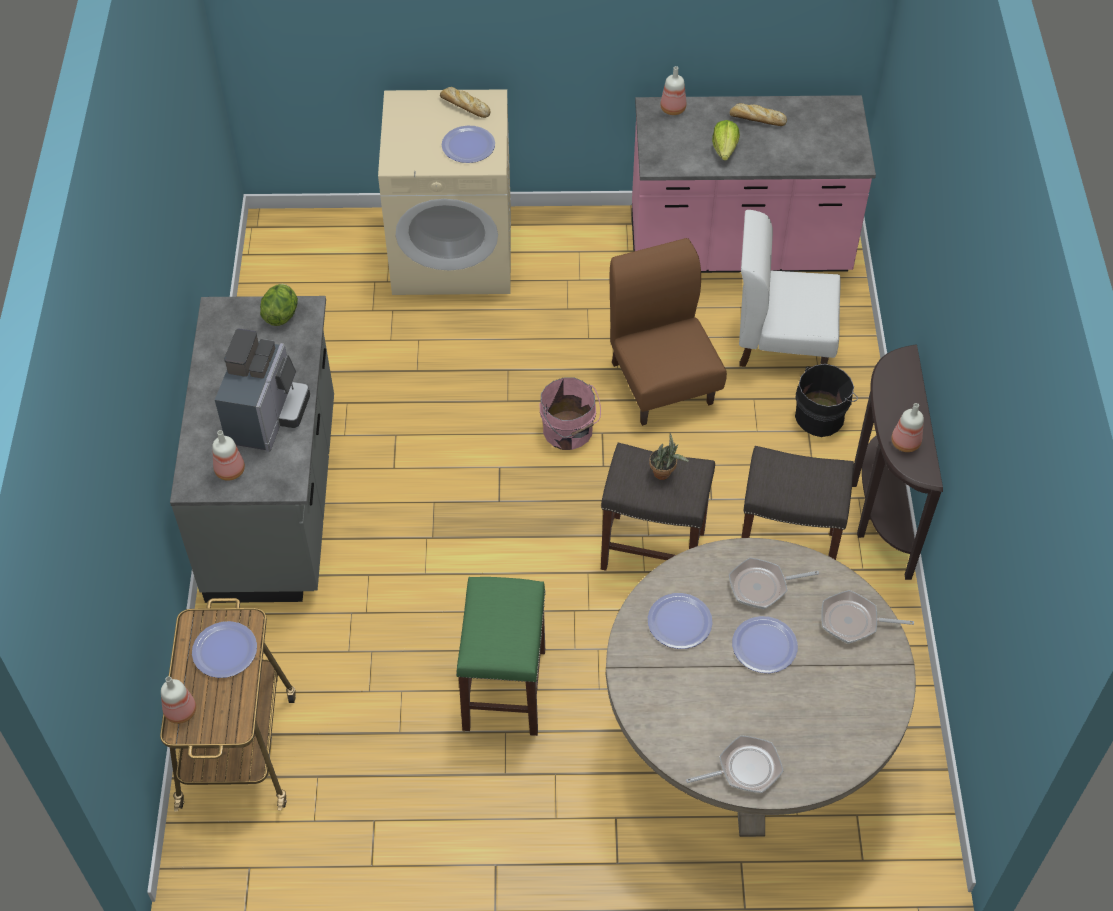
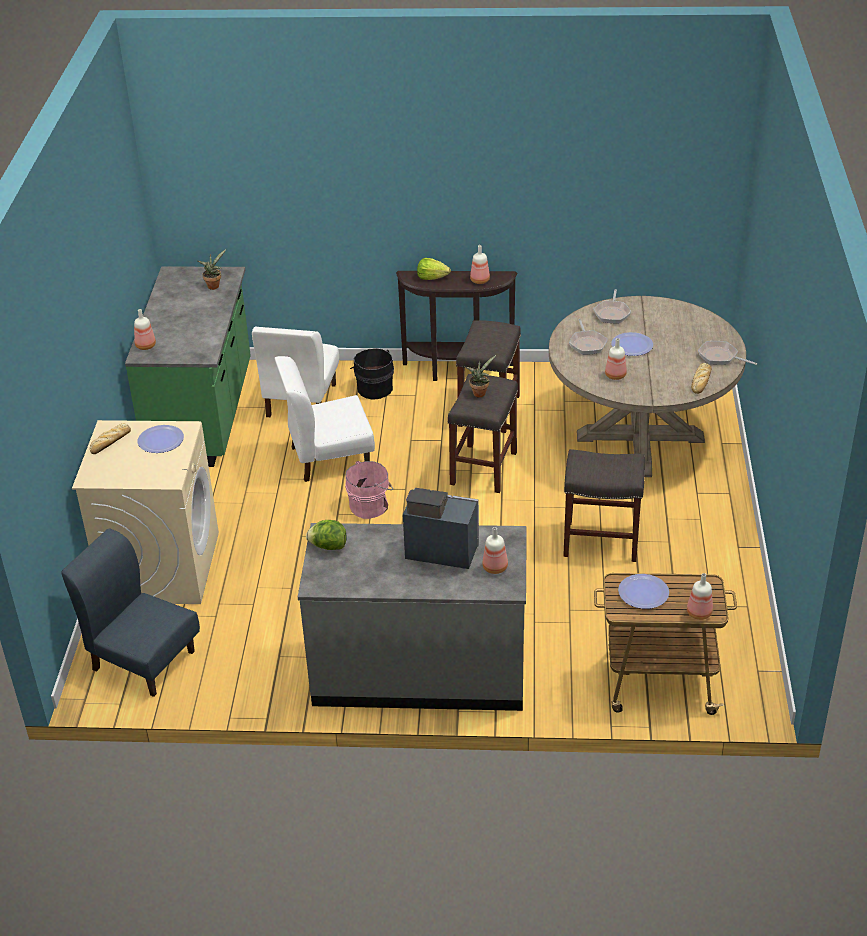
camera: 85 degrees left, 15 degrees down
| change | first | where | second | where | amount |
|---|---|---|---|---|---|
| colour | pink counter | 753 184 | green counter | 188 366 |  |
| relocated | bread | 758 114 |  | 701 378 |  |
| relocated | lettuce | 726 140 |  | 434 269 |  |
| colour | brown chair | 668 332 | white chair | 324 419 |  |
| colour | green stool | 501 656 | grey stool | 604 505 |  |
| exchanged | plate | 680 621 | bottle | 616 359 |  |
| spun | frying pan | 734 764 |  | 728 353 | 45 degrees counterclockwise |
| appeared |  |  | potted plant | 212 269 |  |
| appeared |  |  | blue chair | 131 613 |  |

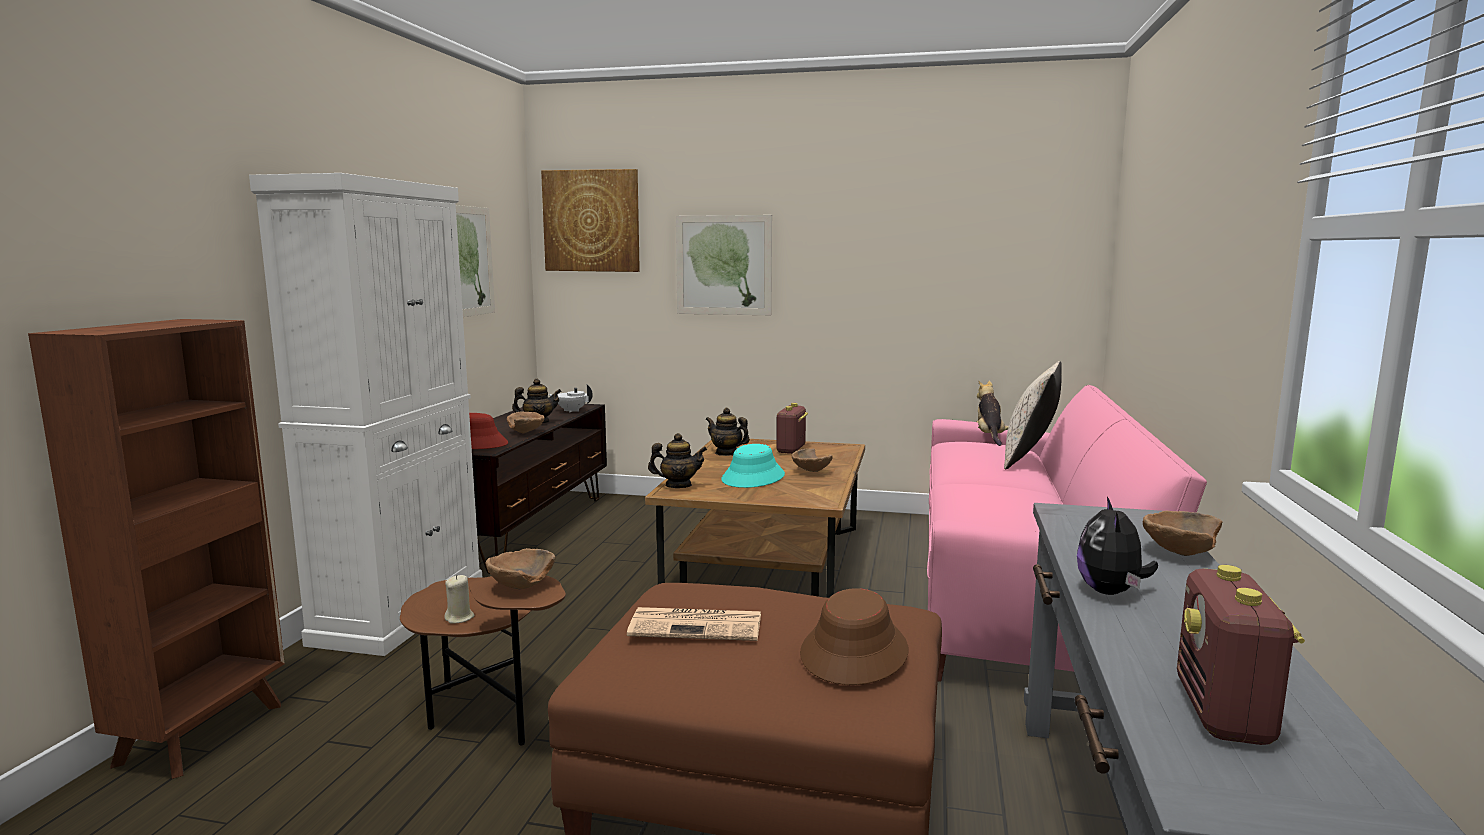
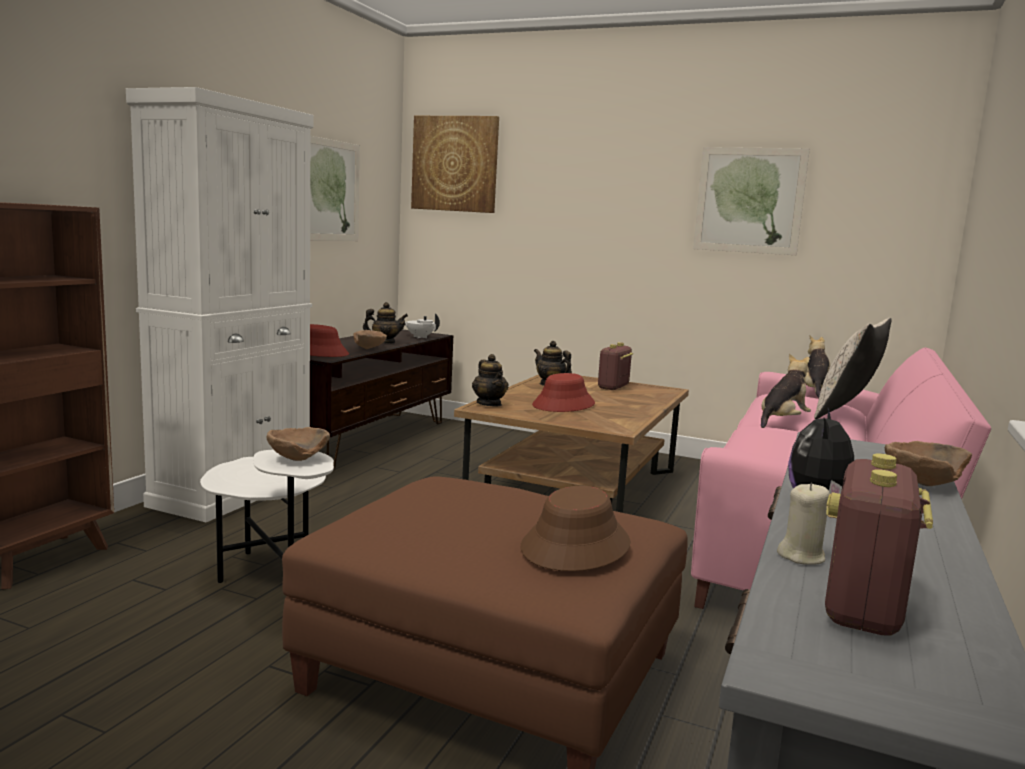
camera: 10 degrees right, 0 degrees up
| change | first | where | second | where | amount |
|---|---|---|---|---|---|
| relocated | picture | 724 265 |  | 751 201 |  |
| spun | teapot | 677 460 |  | 490 380 | 60 degrees clockwise |
| colour | turquoise hat | 753 466 | red hat | 563 392 |  |
| missing | brown bowl | 812 460 |  |  |  |
| colour | brown side table | 483 660 | white side table | 267 516 |  |
| relocated | beige candle | 459 599 |  | 803 524 |  |
| missing | newspaper | 694 624 |  |  |  |
| appeared |  |  | plush toy | 786 391 |  |

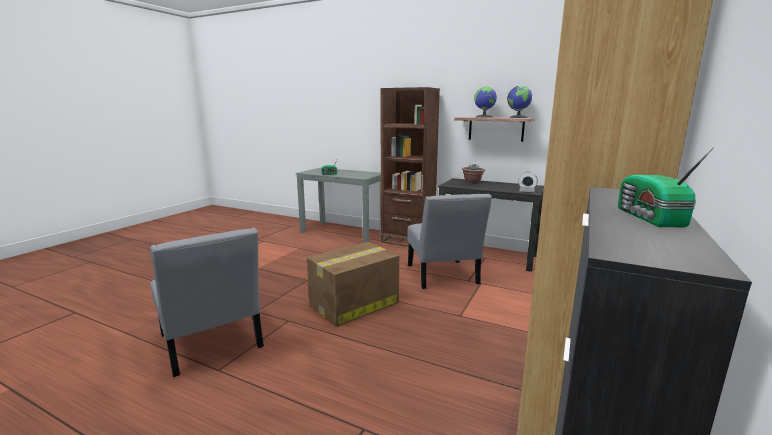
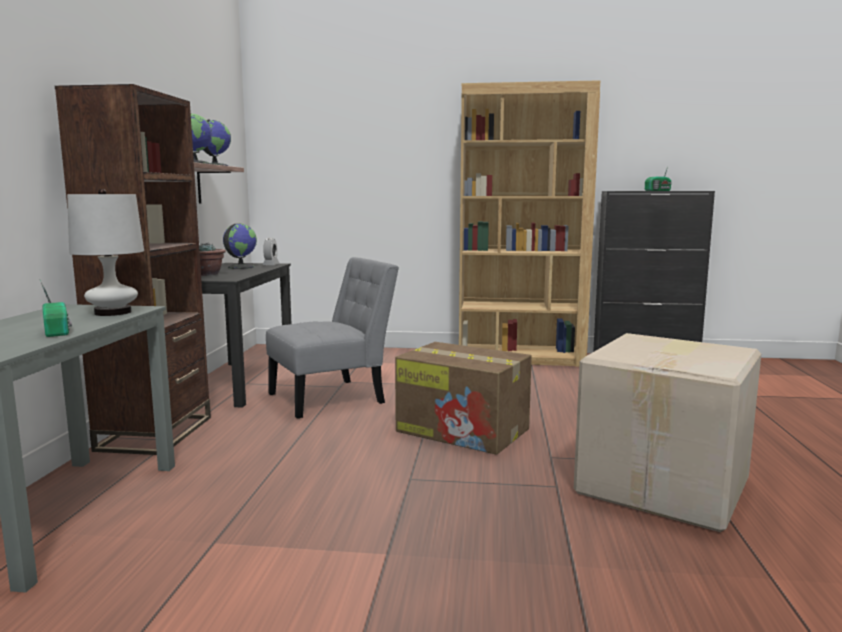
camera: 110 degrees left, 5 degrees down
| change | first | where | second | where | amount |
|---|---|---|---|---|---|
| exchanged | grey chair | 207 302 | cardboard box | 667 432 |  |
| appeared |  |  | white table lamp | 105 252 |  |
| appeared |  |  | globe | 240 246 |  |

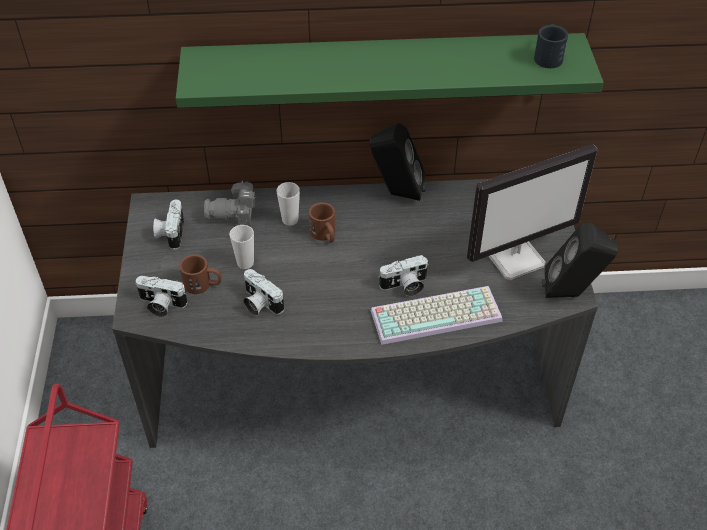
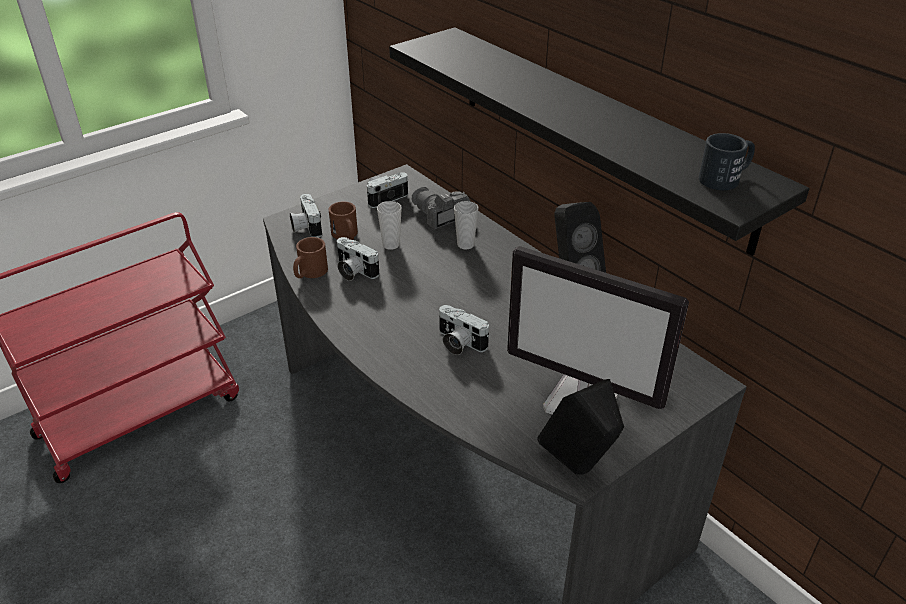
camera: 55 degrees right, 10 degrees down
| change | first | where | second | where | amount |
|---|---|---|---|---|---|
| colour | green shelf | 390 70 | black shelf | 599 141 |  |
| relocated | brown mug | 322 222 |  | 310 257 |  |
| spun | photo camera | 263 292 |  | 358 259 | 60 degrees counterclockwise |
| missing | keyboard | 437 315 |  |  |  |

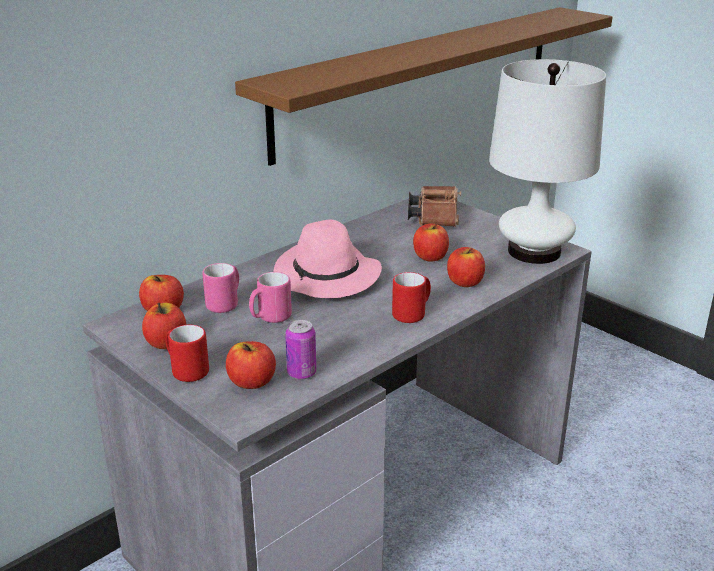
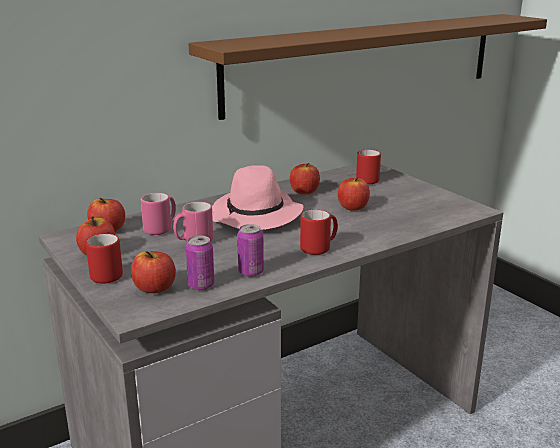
camera: 10 degrees right, 5 degrees down
| change | first | where | second | where | amount |
|---|---|---|---|---|---|
| missing | white table lamp | 547 161 |  |  |  |
| exchanged | brown binoculars | 434 206 | red mug | 368 167 |  |
| relocated | apple | 466 267 |  | 305 179 |  |
| appeared |  |  | can | 250 250 |  |

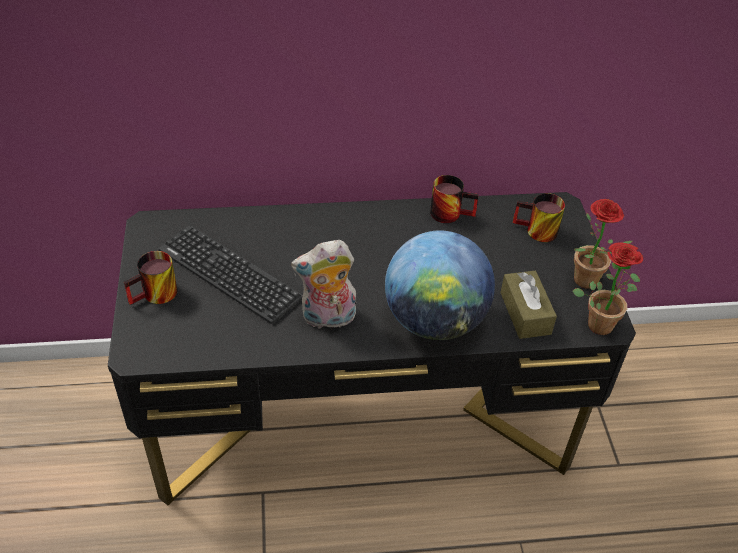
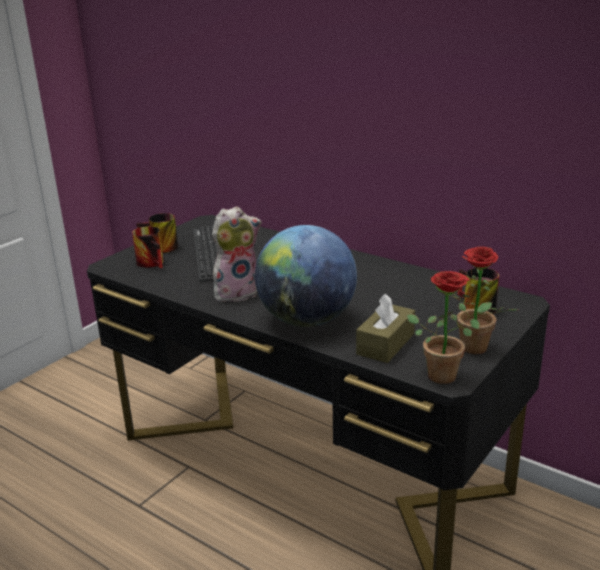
camera: 45 degrees right, 20 degrees down
| change | first | where | second | where | amount |
|---|---|---|---|---|---|
| relocated | mug | 454 199 |  | 147 247 |  |
| spun | plush toy | 323 284 |  | 237 254 | 120 degrees clockwise |

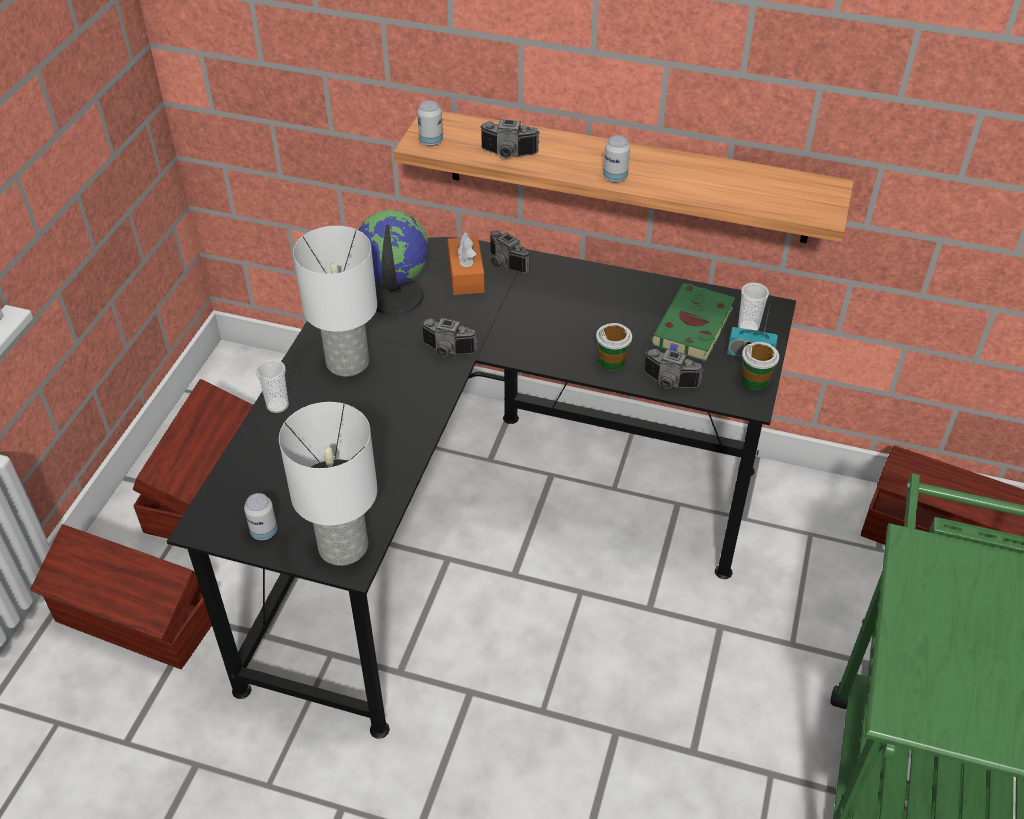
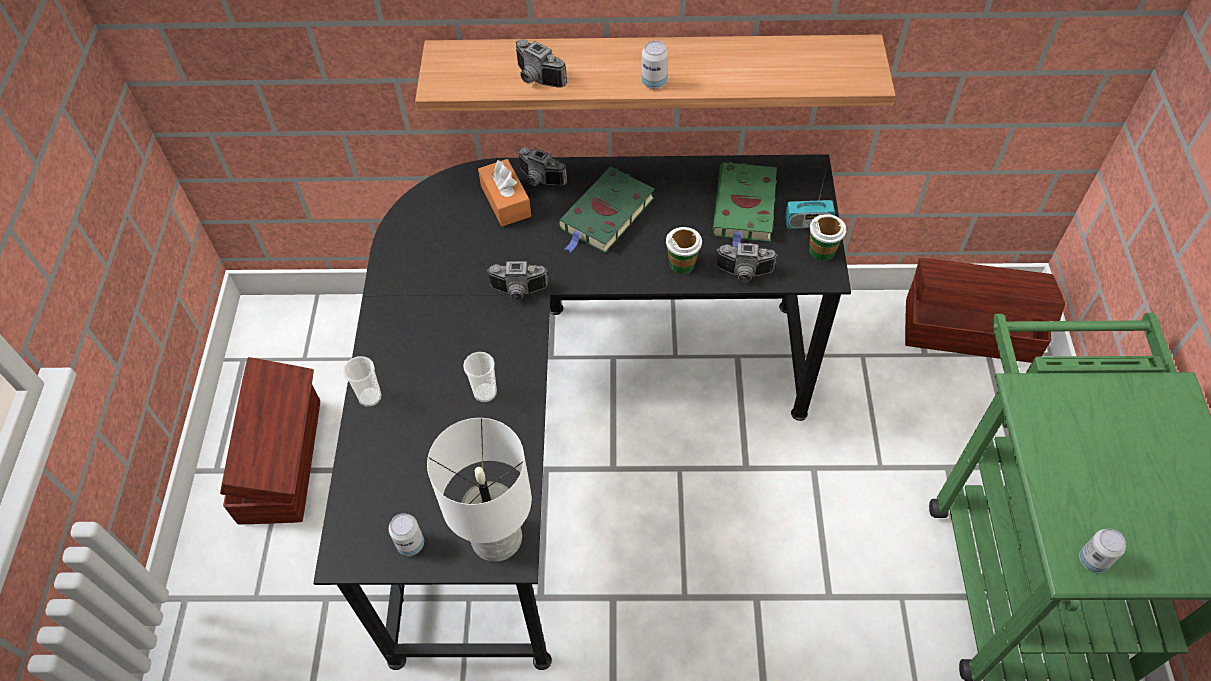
camera: 15 degrees left, 10 degrees up
| change | first | where | second | where | amount |
|---|---|---|---|---|---|
| relocated | can | 430 123 |  | 1102 551 |  |
| spun | photo camera | 510 138 |  | 541 63 | 45 degrees clockwise |
| missing | globe | 393 262 |  |  |  |
| missing | white table lamp | 335 301 |  |  |  |
| relocated | cup | 753 307 |  | 480 377 |  |
| missing | brown storage box | 121 596 |  |  |  |
| appeared |  |  | green book | 606 209 |  |

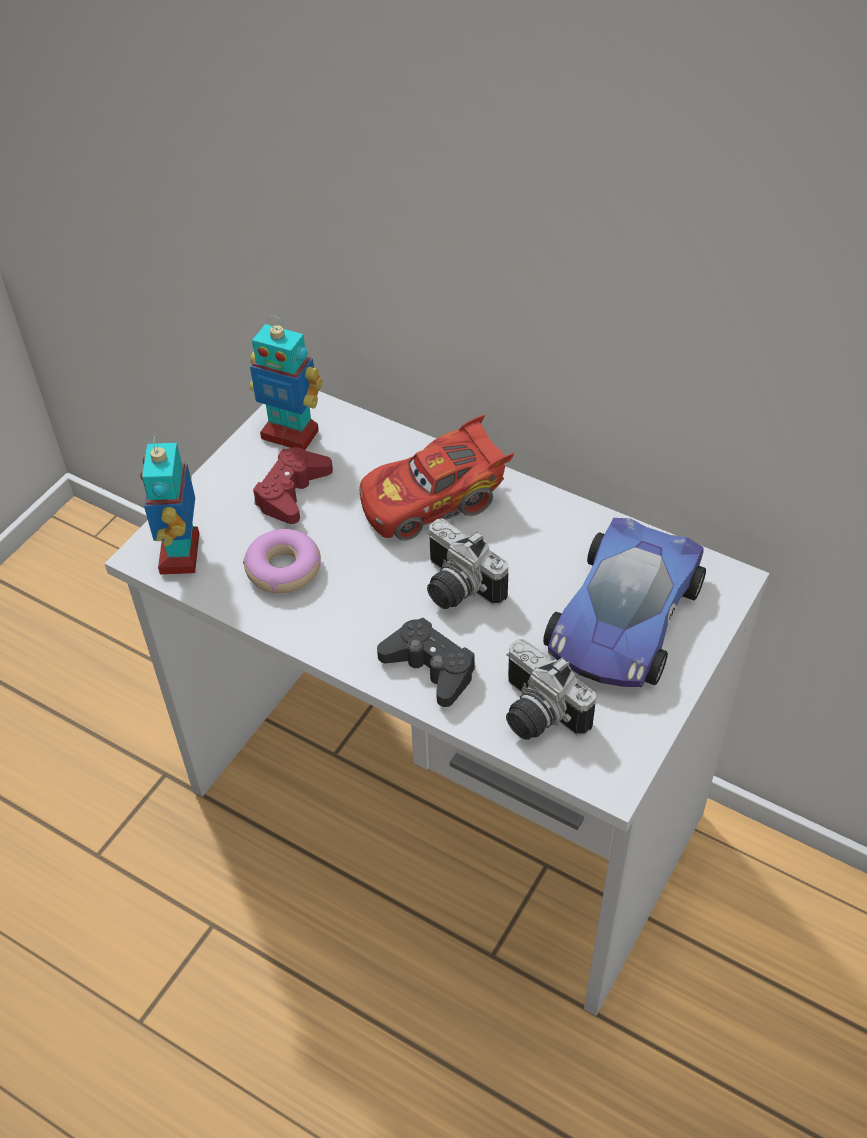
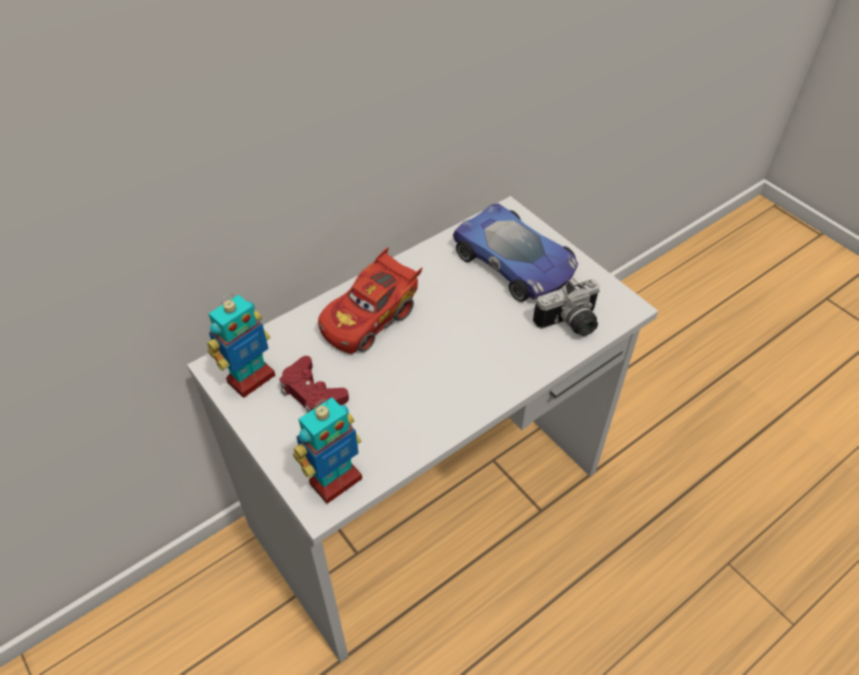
camera: 70 degrees left, 0 degrees up
| change | first | where | second | where | amount |
|---|---|---|---|---|---|
| spun | red toy car | 437 477 |  | 370 300 | 45 degrees clockwise |
| spun | toy robot | 169 505 |  | 327 450 | 60 degrees counterclockwise |
| missing | photo camera | 467 564 |  |  |  |
| missing | donut | 282 561 |  |  |  |
| missing | black game controller | 426 662 |  |  |  |

